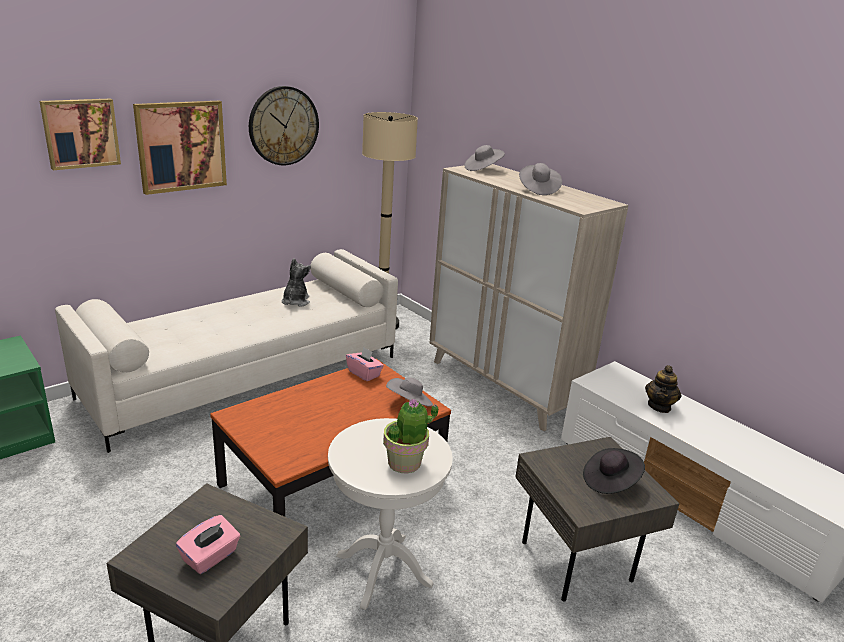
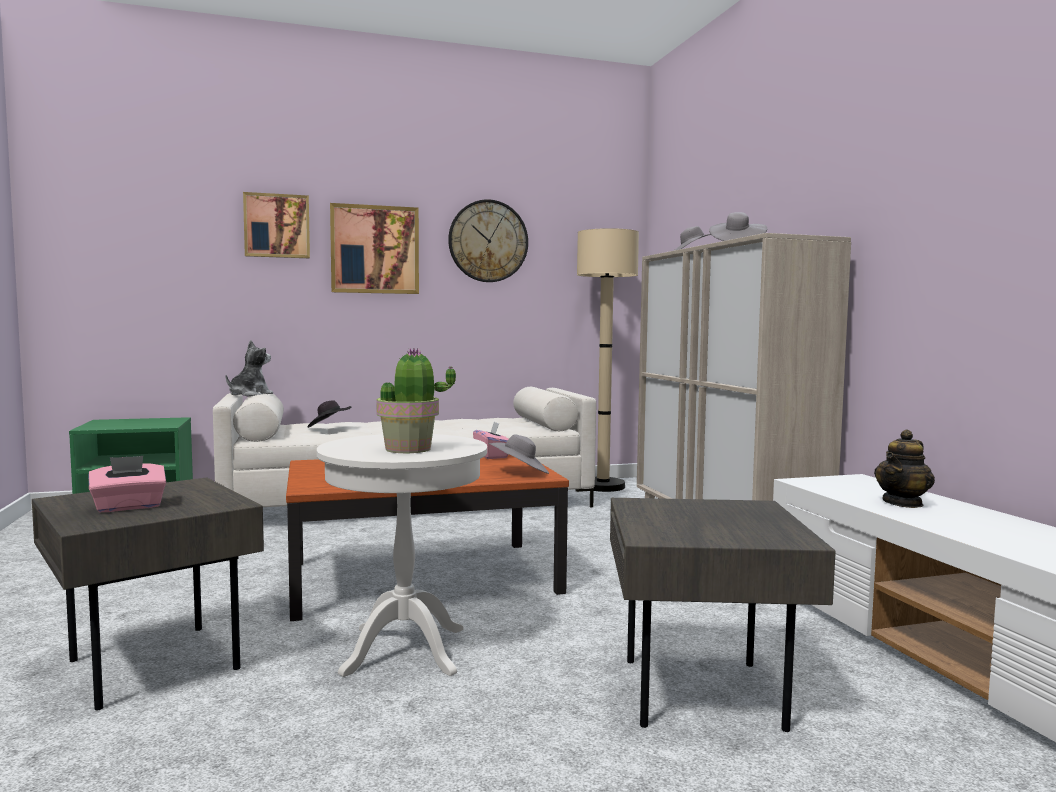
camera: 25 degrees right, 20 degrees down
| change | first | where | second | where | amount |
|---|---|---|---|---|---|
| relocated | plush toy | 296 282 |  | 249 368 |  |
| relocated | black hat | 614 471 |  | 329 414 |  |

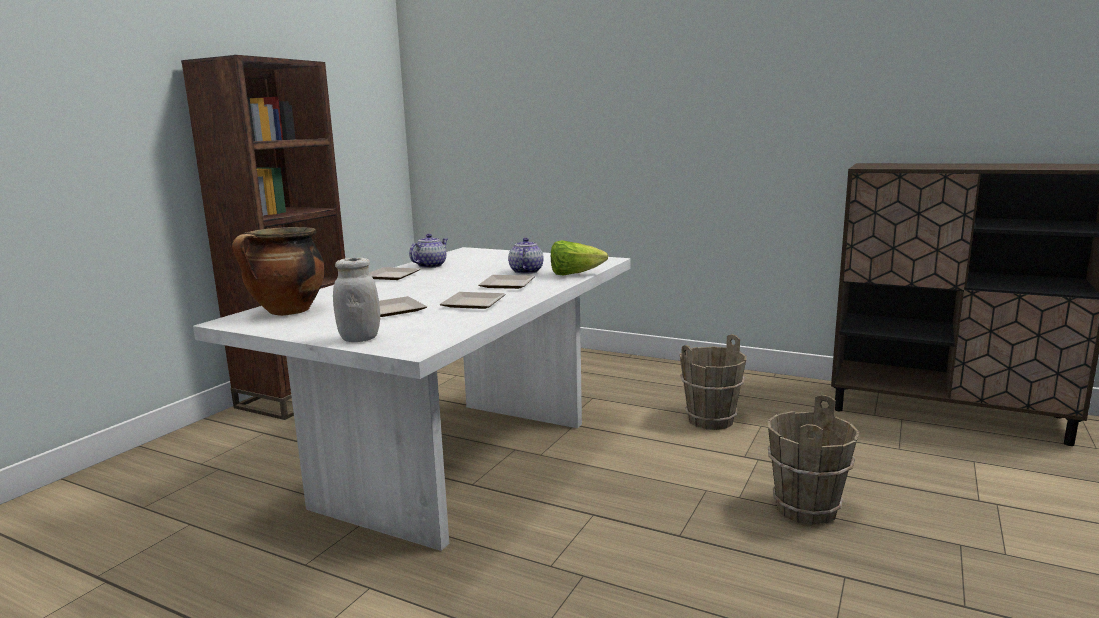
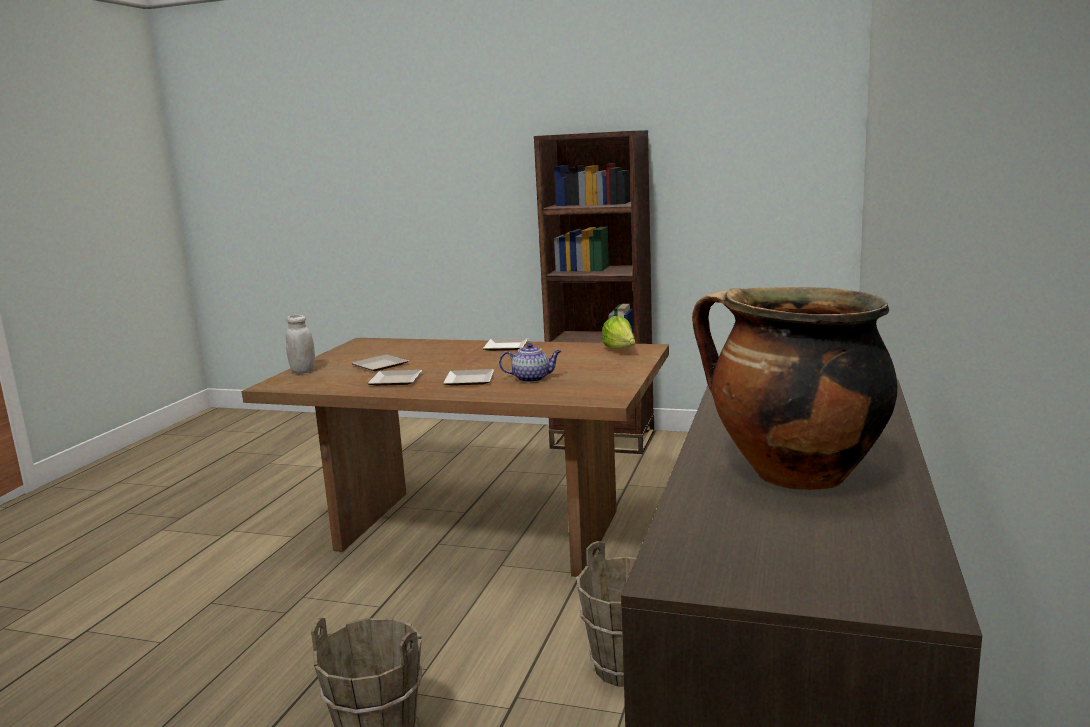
camera: 80 degrees right, 0 degrees up
| change | first | where | second | where | amount |
|---|---|---|---|---|---|
| relocated | cooking pot | 278 271 |  | 794 388 |  |
| missing | teapot | 428 251 |  |  |  |
| relocated | lettuce | 579 258 |  | 618 332 |  |
| colour | white dining table | 411 399 | brown dining table | 455 457 |  |

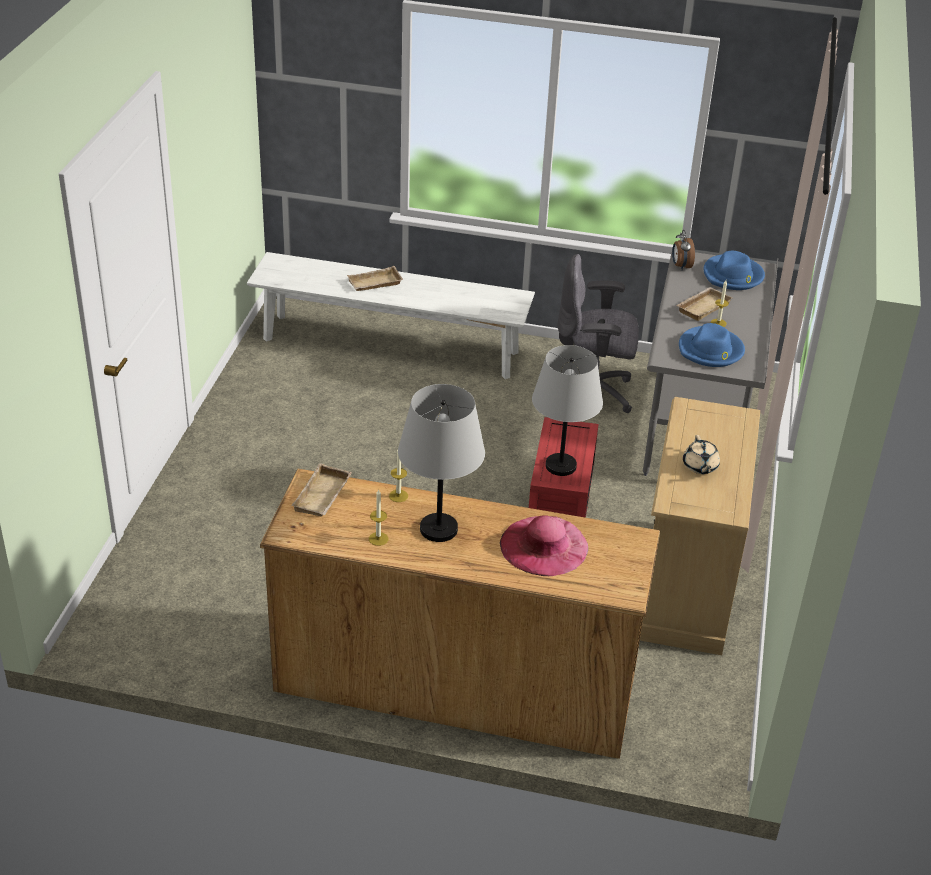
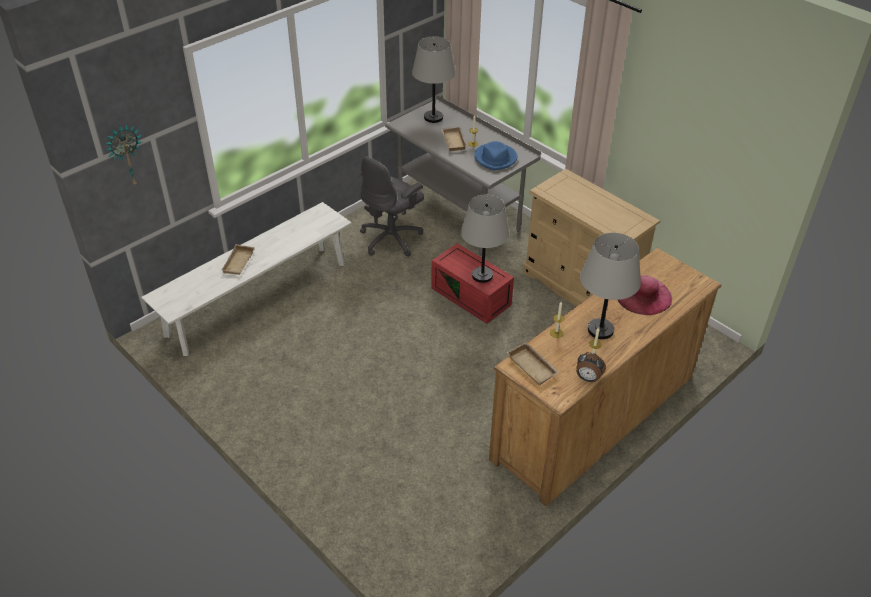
camera: 55 degrees left, 5 degrees up
| change | first | where | second | where | amount |
|---|---|---|---|---|---|
| relocated | alarm clock | 683 250 |  | 591 367 |  |
| exchanged | blue hat | 734 270 | grey table lamp | 434 80 |  |
| missing | beige teapot | 701 454 |  |  |  |
| appeared |  |  | wall clock | 124 155 |  |

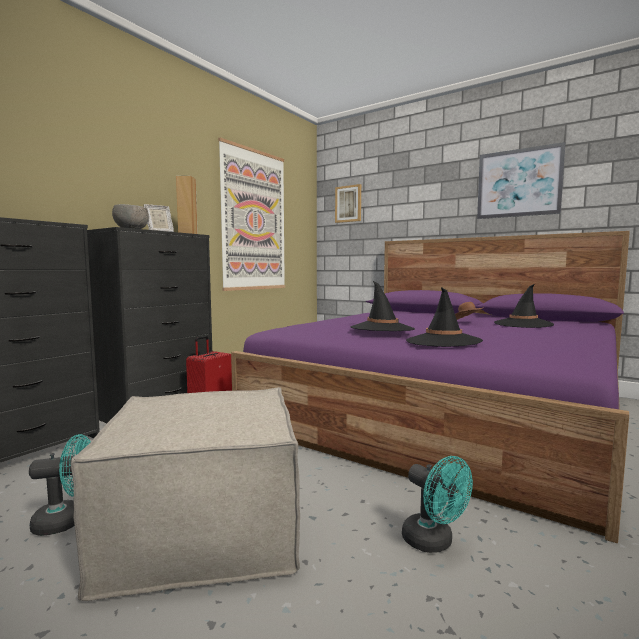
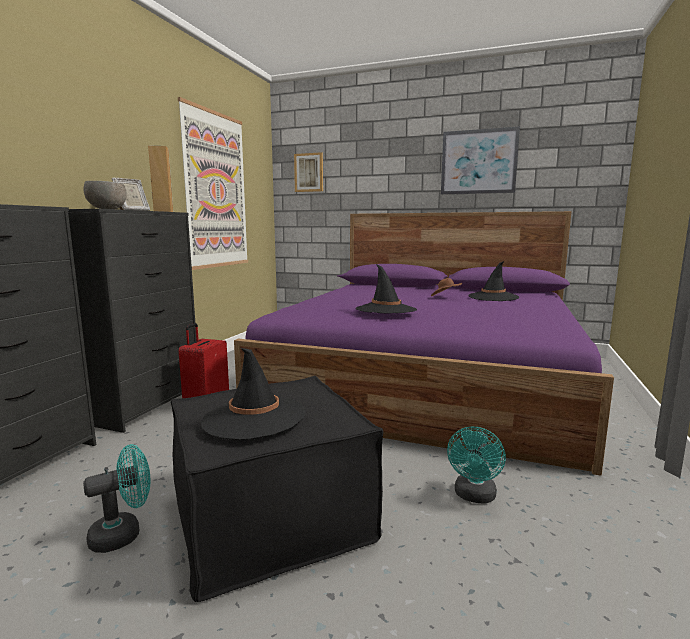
camera: 15 degrees left, 5 degrees up
| change | first | where | second | where | amount |
|---|---|---|---|---|---|
| relocated | black hat | 444 317 |  | 253 394 |  |
| colour | beige ottoman | 185 494 | black ottoman | 277 489 |  |
| spun | turquoise fan | 437 504 |  | 476 465 | 75 degrees clockwise |

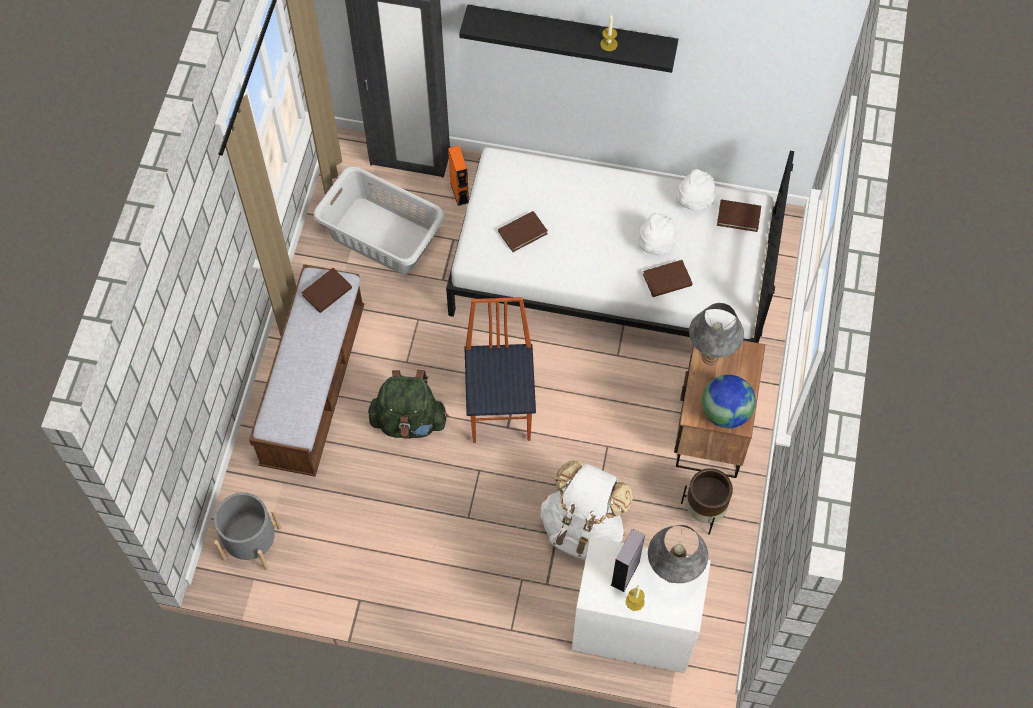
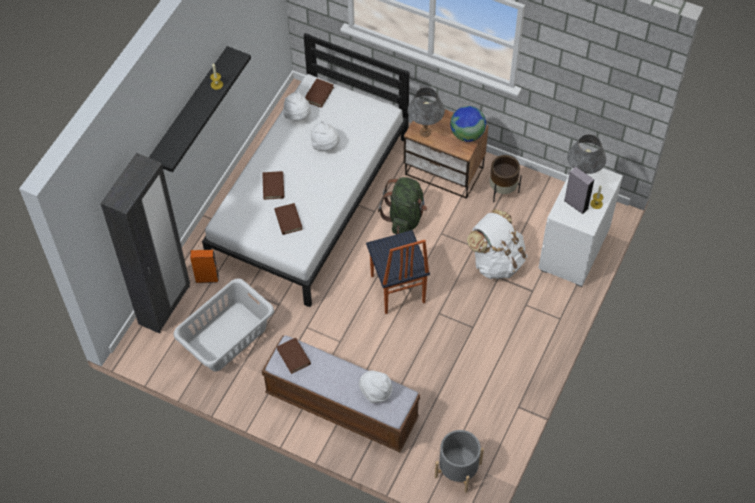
camera: 75 degrees left, 5 degrees down
| change | first | where | second | where | amount |
|---|---|---|---|---|---|
| relocated | brown book | 667 278 |  | 273 185 |  |
| spun | chair | 500 370 |  | 398 272 | 120 degrees counterclockwise |
| relocated | green backpack | 408 404 |  | 402 205 |  |
| appeared |  |  | white hat | 375 386 |  |

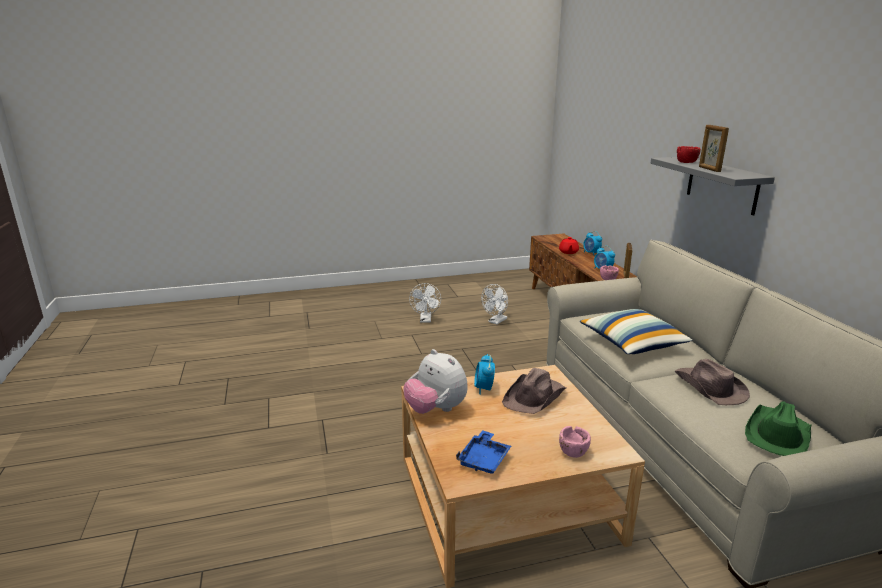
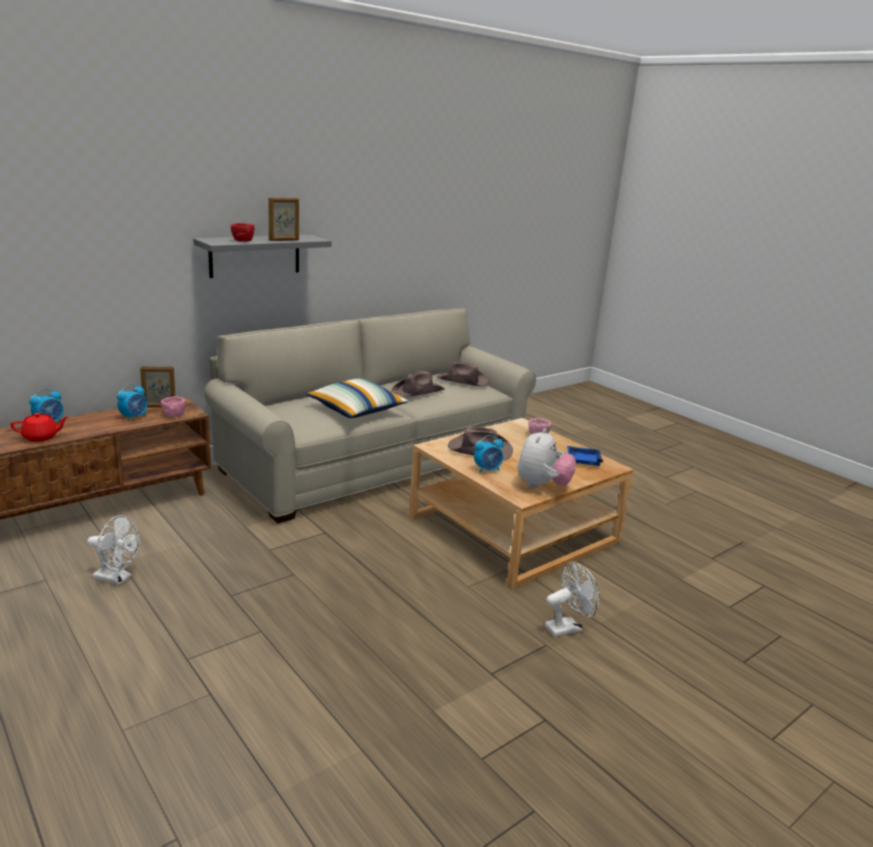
camera: 115 degrees left, 0 degrees up
| change | first | where | second | where | amount |
|---|---|---|---|---|---|
| relocated | white fan | 425 302 |  | 572 599 |  |
| colour | green hat | 778 428 | brown hat | 463 374 |  |

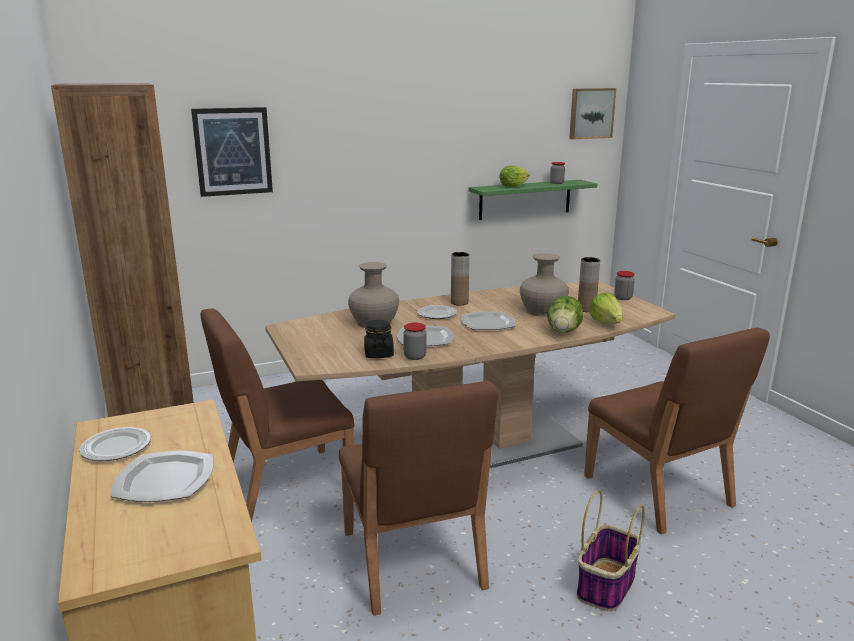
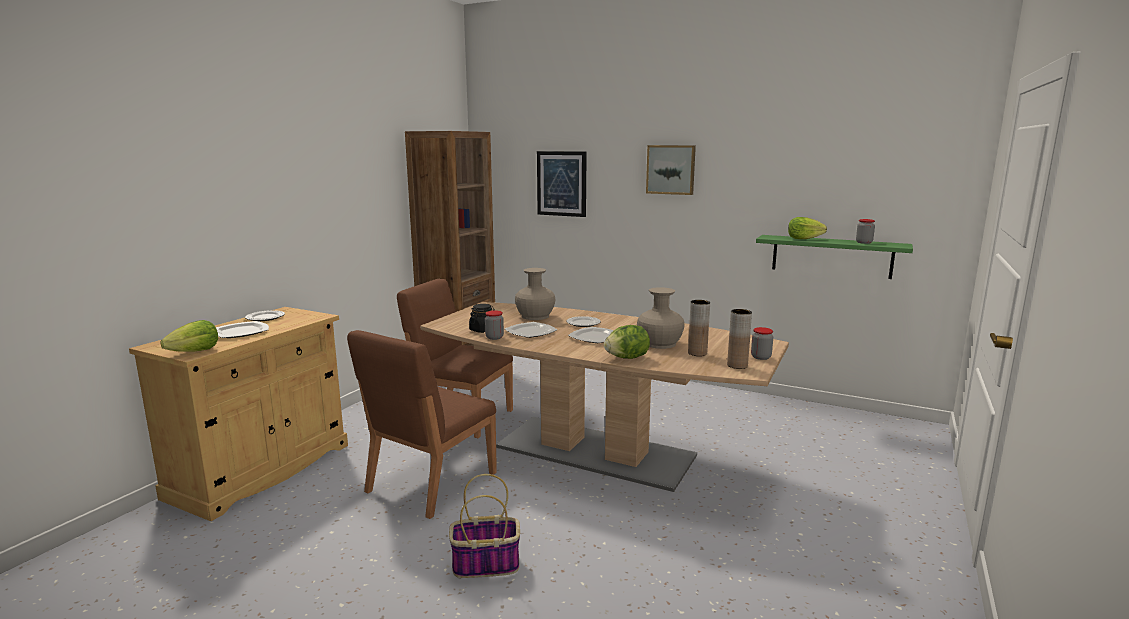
camera: 50 degrees right, 5 degrees down
| change | first | where | second | where | amount |
|---|---|---|---|---|---|
| relocated | picture | 593 113 |  | 671 170 |  |
| relocated | brown vase | 460 278 |  | 739 339 |  |
| relocated | lettuce | 606 308 |  | 189 336 |  |
| missing | brown chair | 677 431 |  |  |  |

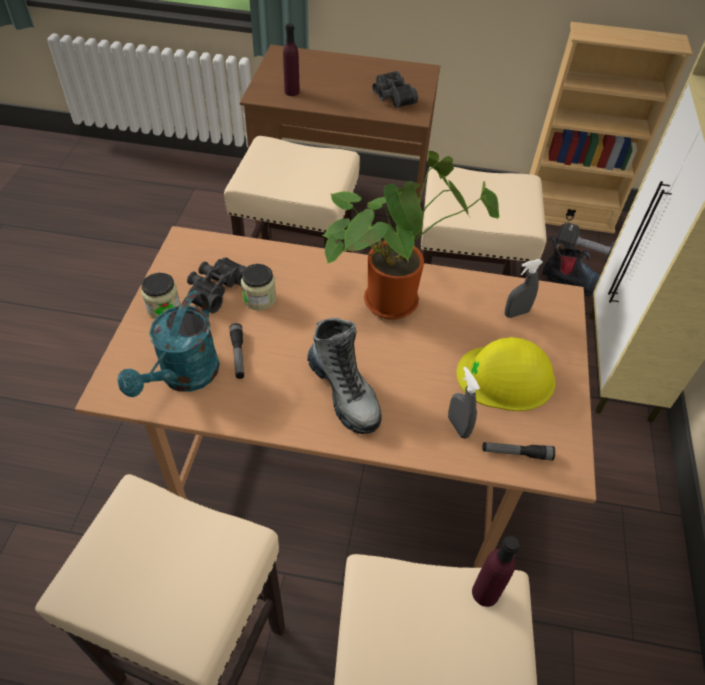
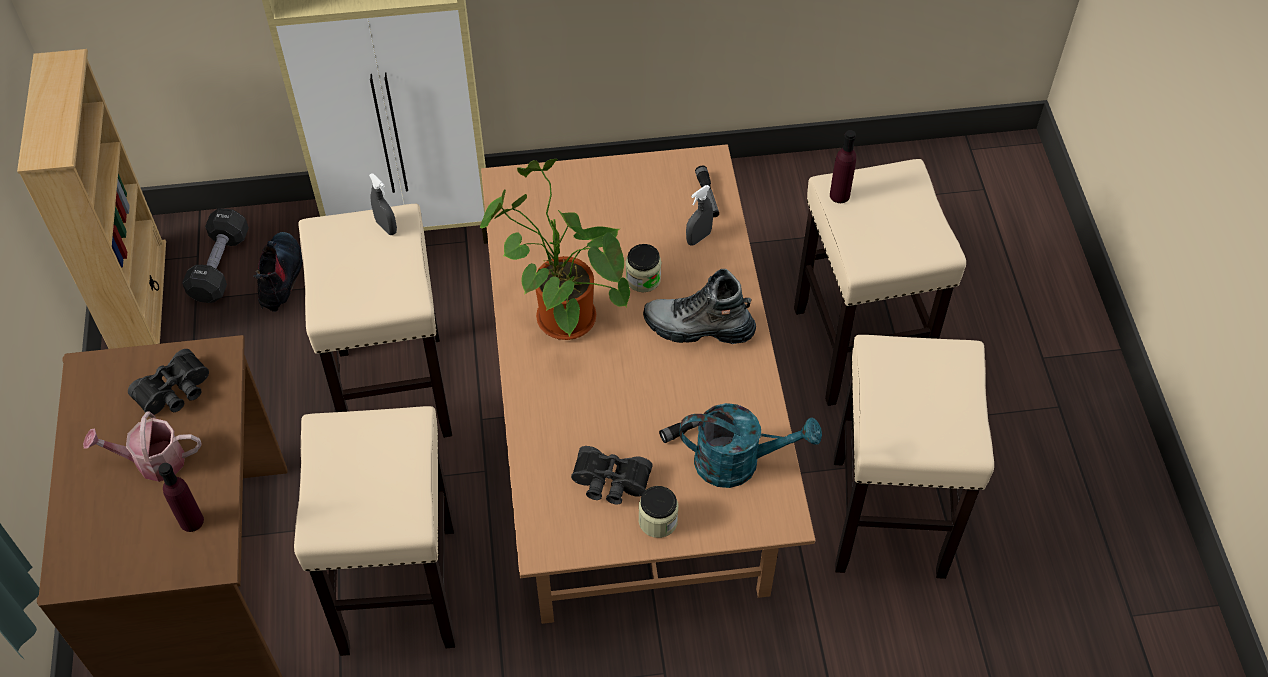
camera: 105 degrees left, 5 degrees up
| change | first | where | second | where | amount |
|---|---|---|---|---|---|
| relocated | grey spray bottle | 524 288 |  | 383 204 |  |
| relocated | jar | 258 287 |  | 643 268 |  |
| spun | boot | 344 375 |  | 699 306 | 120 degrees counterclockwise |
| missing | yellow hard hat | 505 374 |  |  |  |
| appeared |  |  | watering can | 142 446 |  |

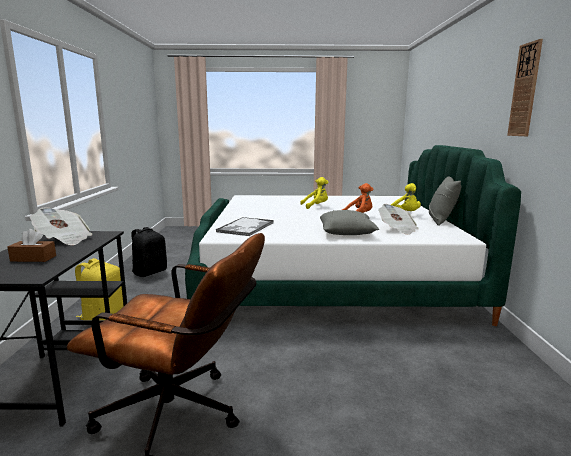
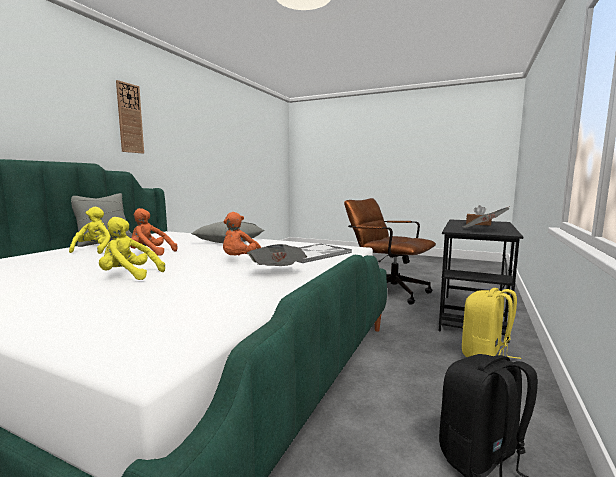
camera: 155 degrees left, 5 degrees down
| change | first | where | second | where | amount |
|---|---|---|---|---|---|
| relocated | newspaper | 398 219 |  | 277 255 |  |
| appeared |  |  | orange plush toy | 242 233 |  |

